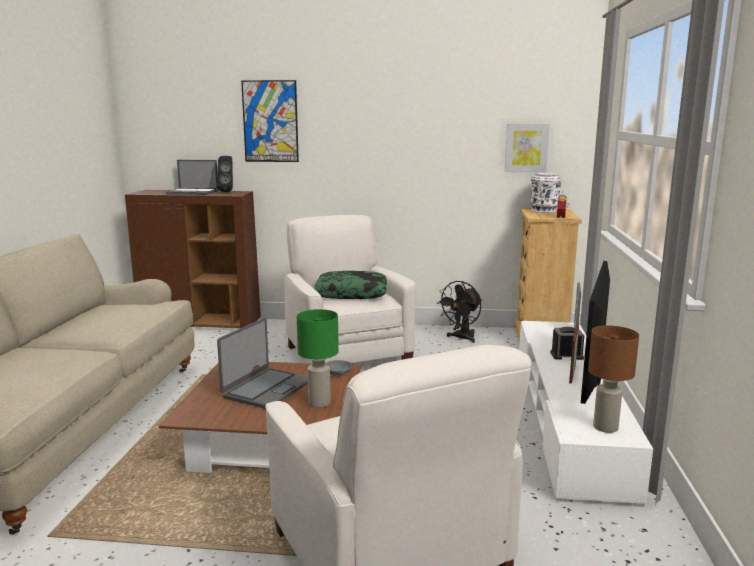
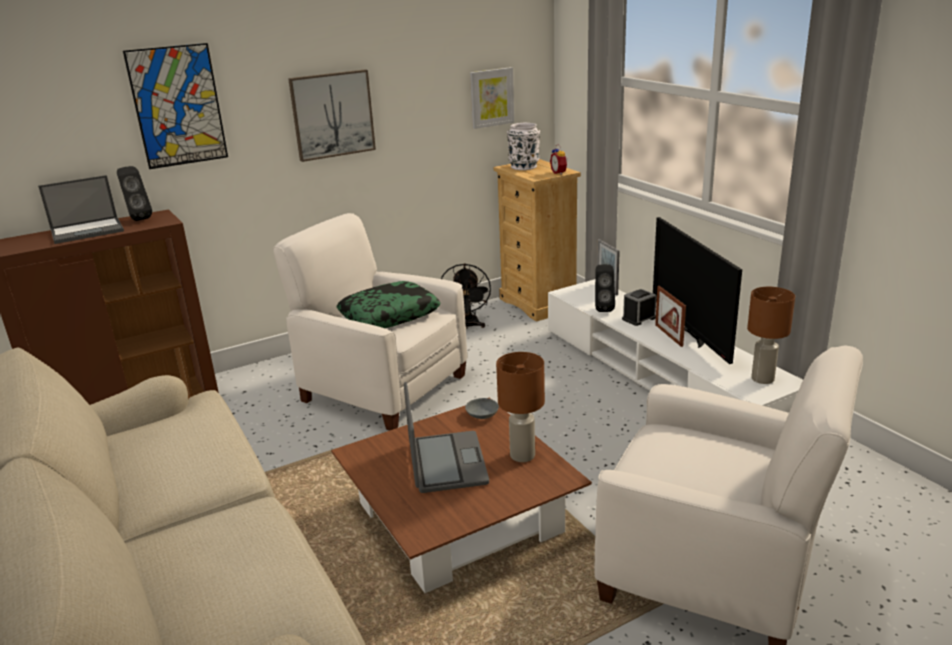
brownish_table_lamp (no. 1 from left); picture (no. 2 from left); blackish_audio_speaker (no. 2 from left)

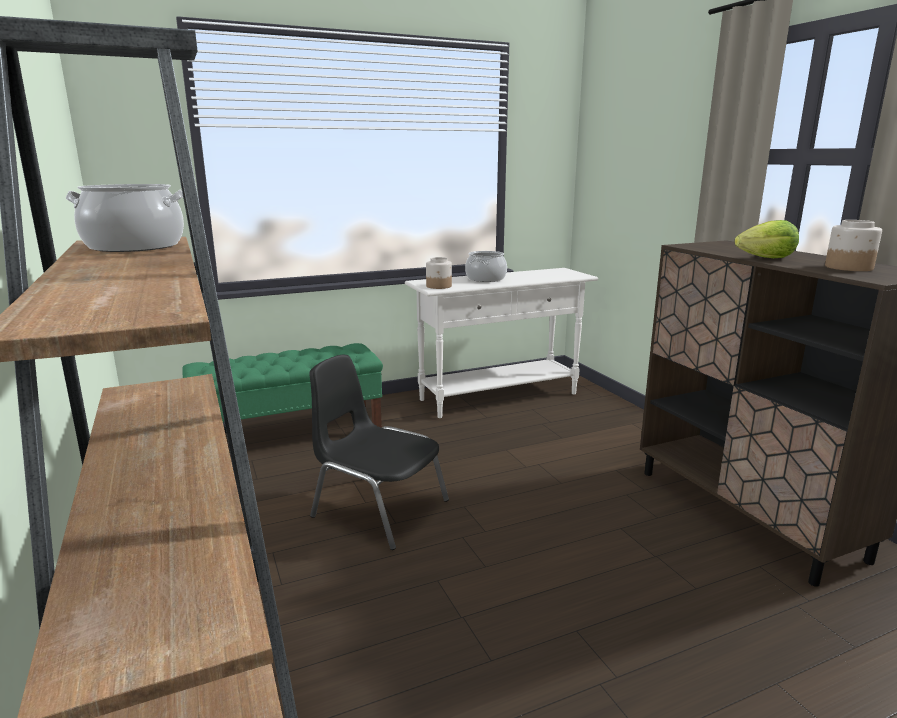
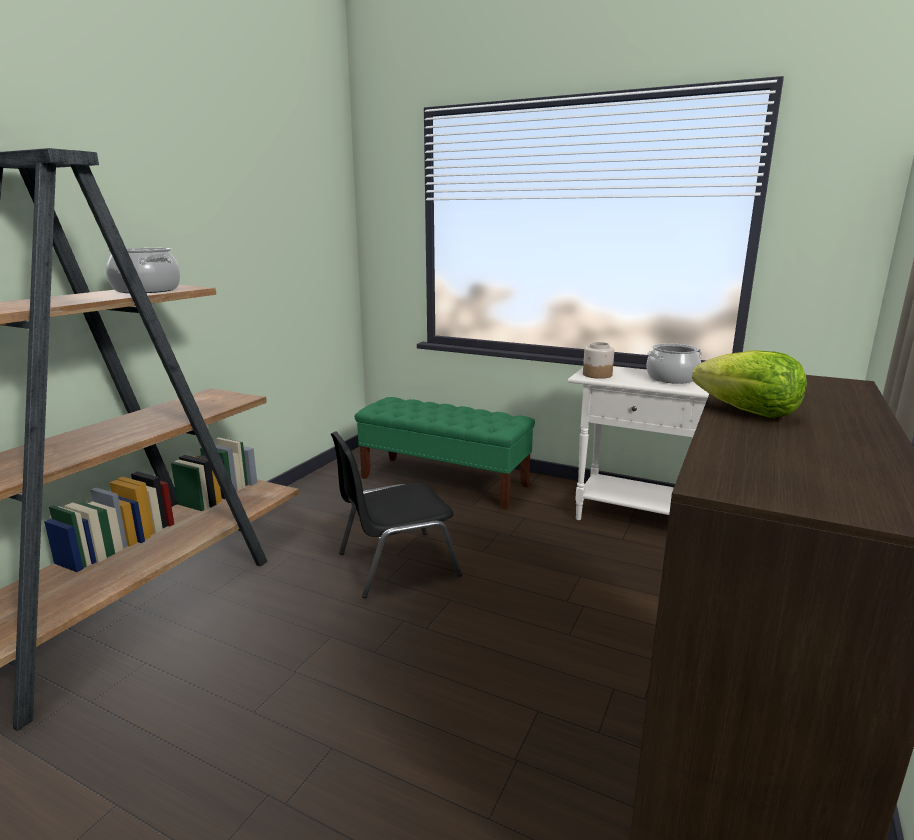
jar (no. 2 from left in the first image); blackish_upright_chair

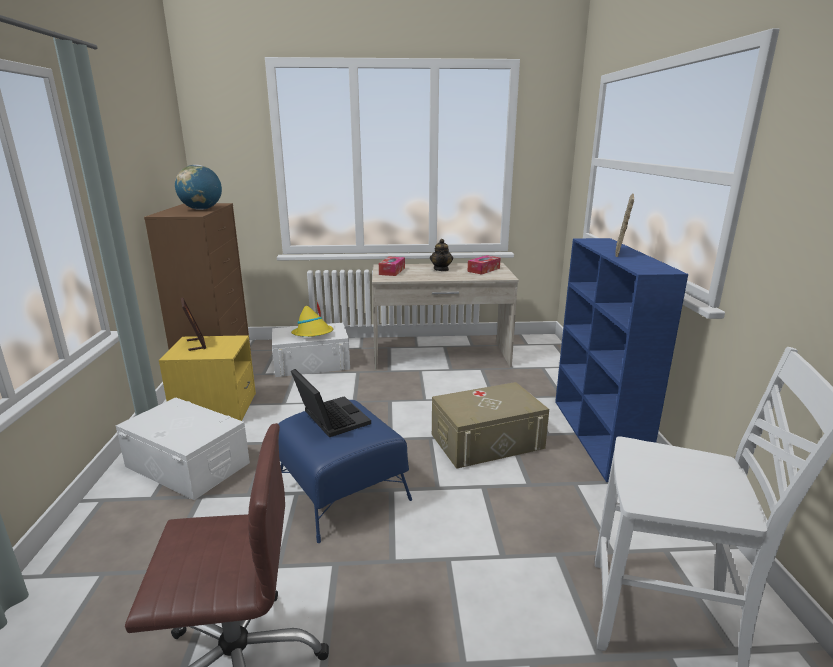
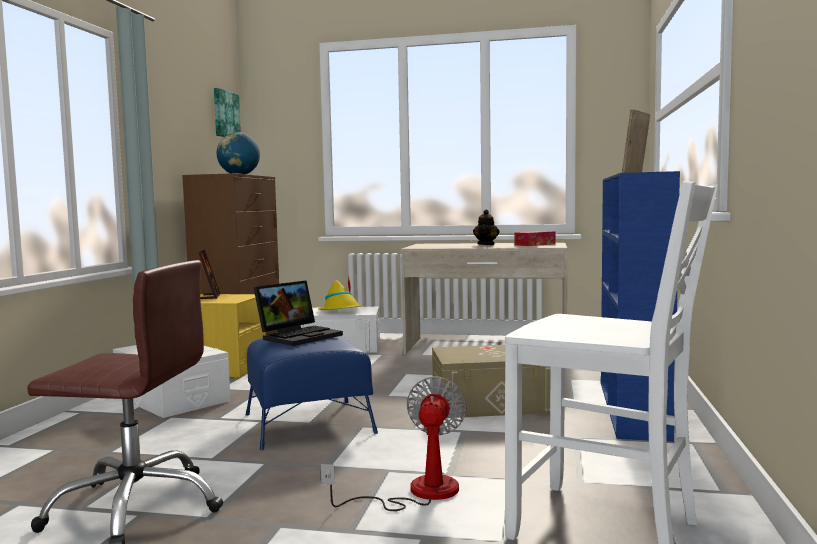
tissue_box (no. 1 from left in the first image); portable_computer; picture; electric_fan

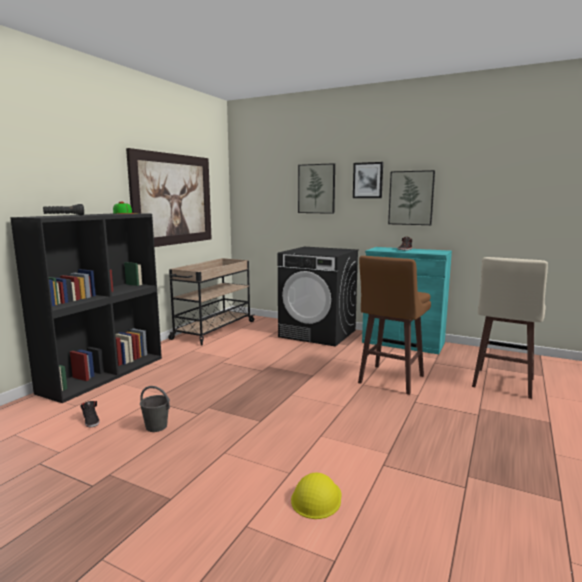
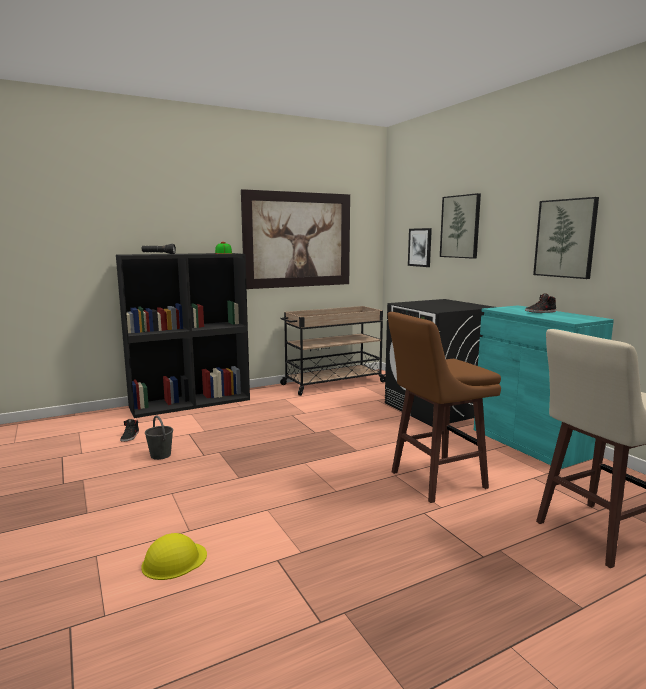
picture (no. 2 from left)

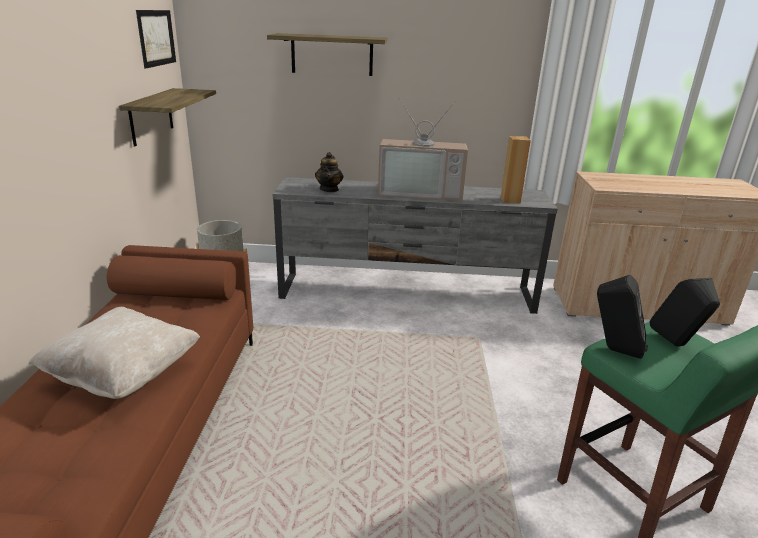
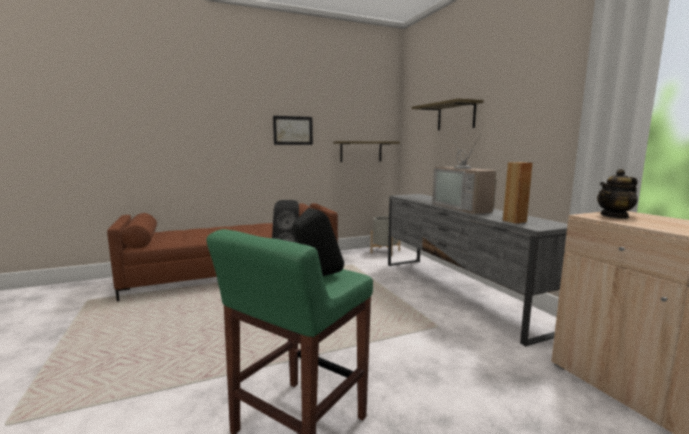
picture; teapot; beige-coloured_cushion

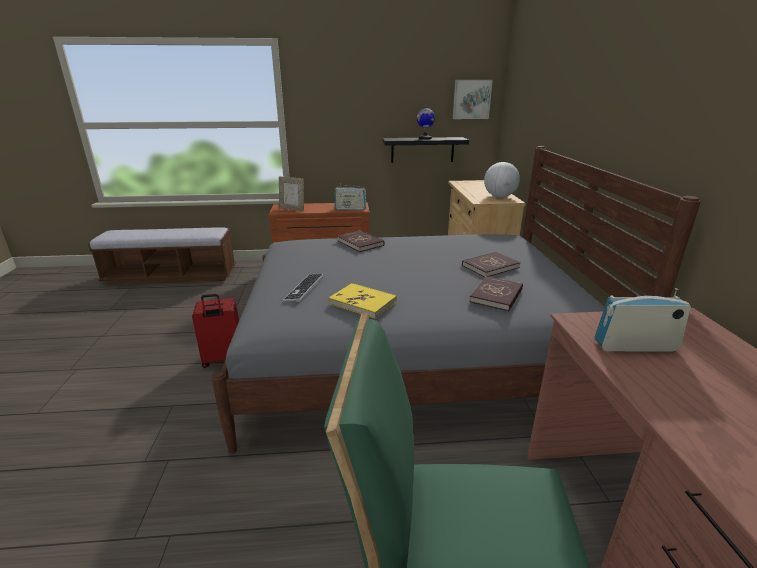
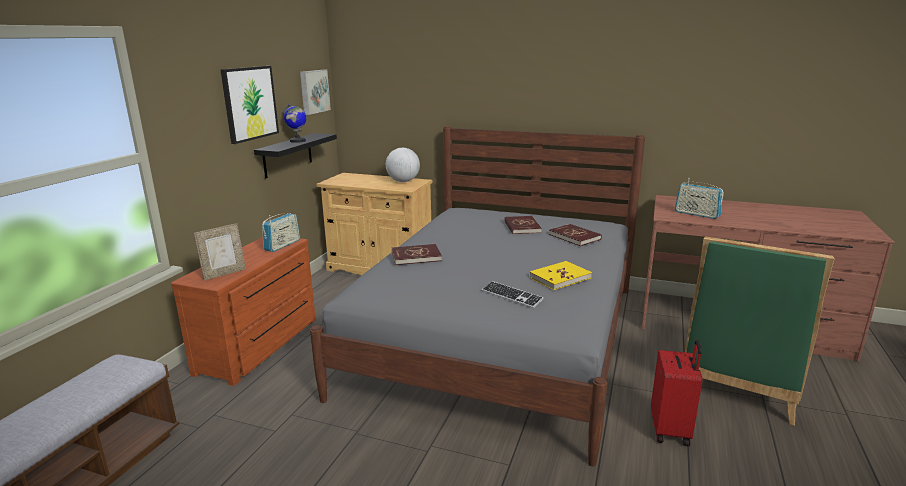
radio (no. 2 from left); reddish_suitcase; picture (no. 1 from left)

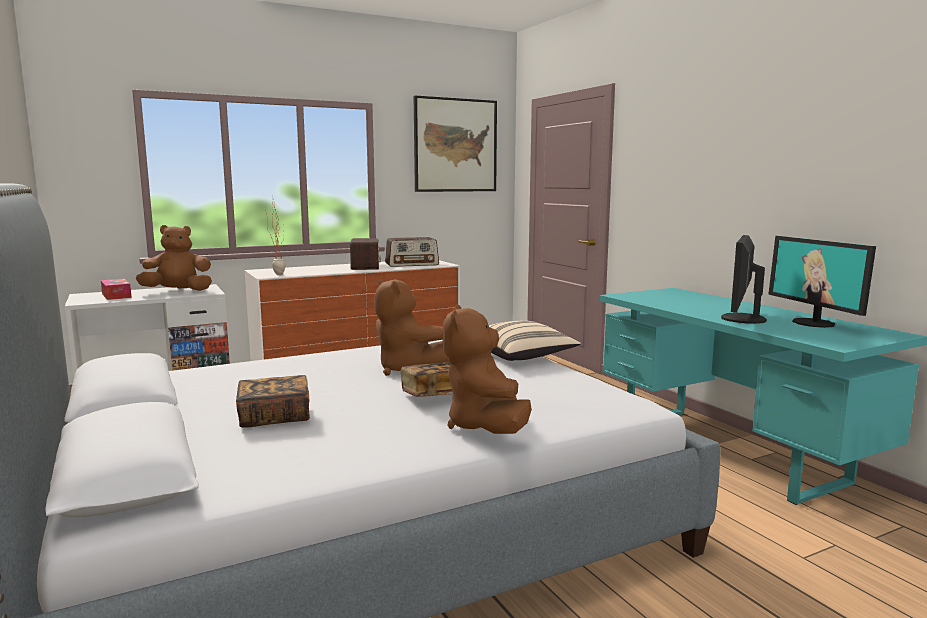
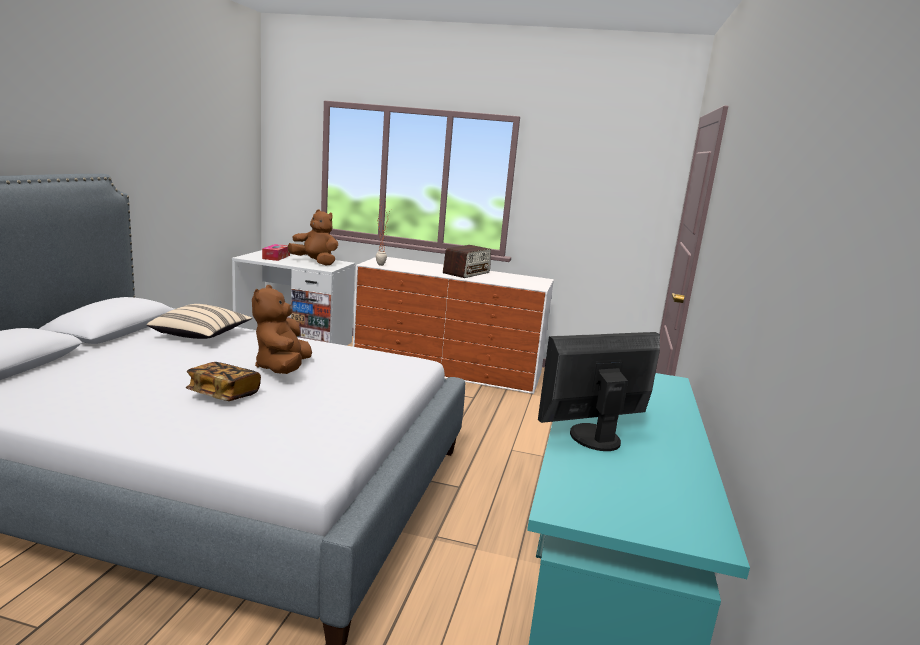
picture; monitor (no. 2 from left in the first image); radio (no. 2 from left in the first image); brownish_cuddly_toy (no. 3 from left in the first image); beige-coloured_cushion; bound_book (no. 1 from left in the first image)

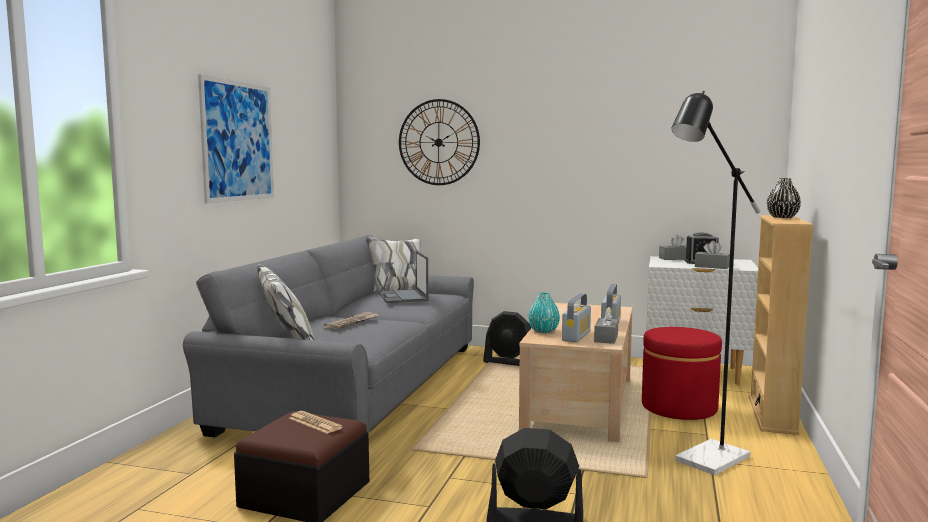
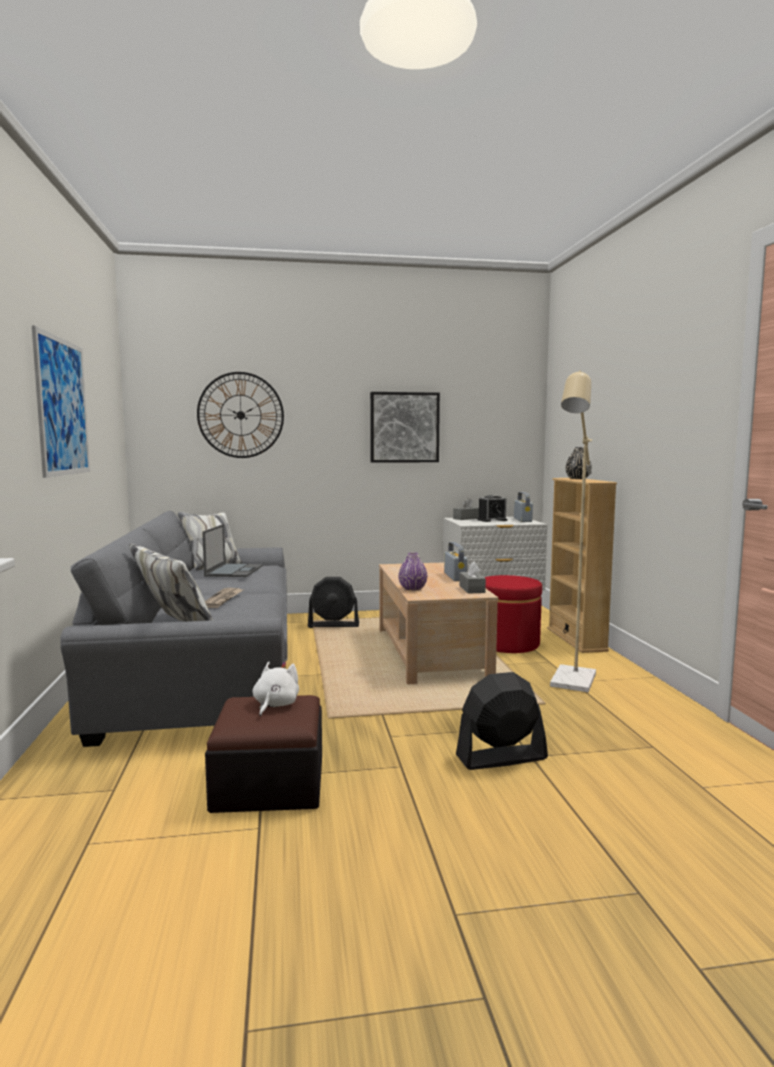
beige-coloured_standard_lamp; greyish_tissue_box (no. 3 from left in the first image); portable_computer; purplish_decorative_vase; radio (no. 2 from left); white-coloured_cuddly_toy; picture (no. 2 from left)

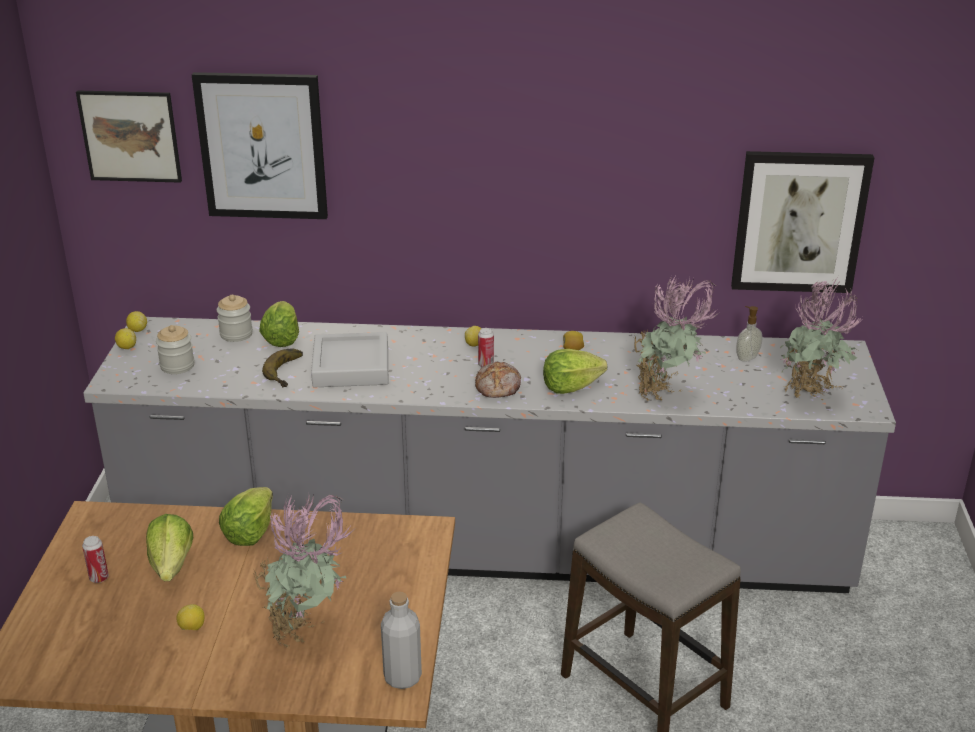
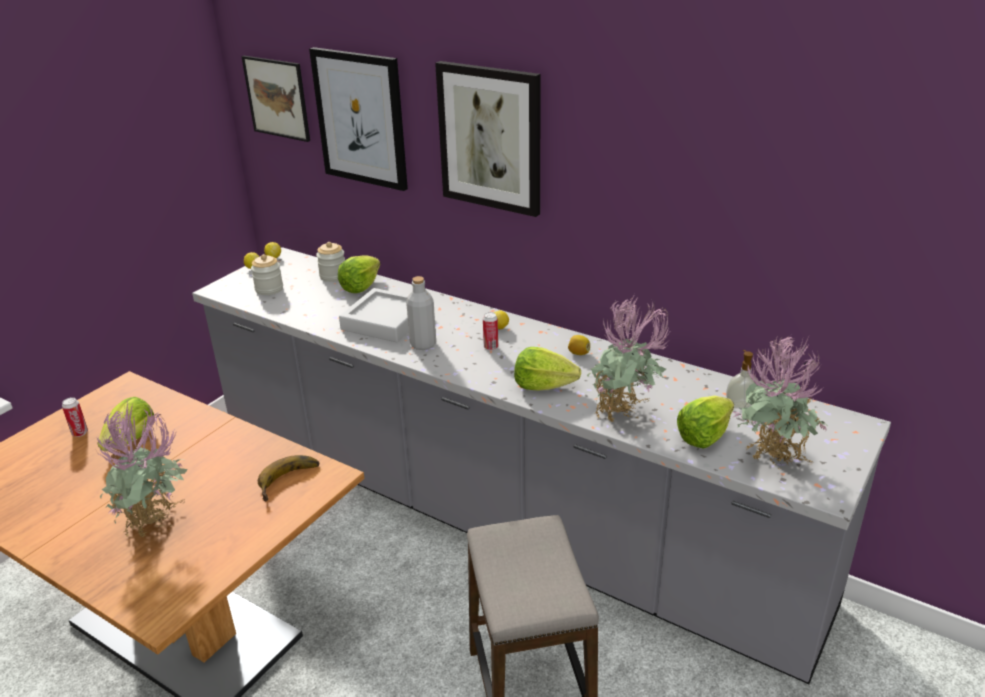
picture (no. 3 from left); whole_banana; baked_bread; head_of_lettuce (no. 4 from left); greyish_bottle; whole_lemon (no. 3 from left in the first image)

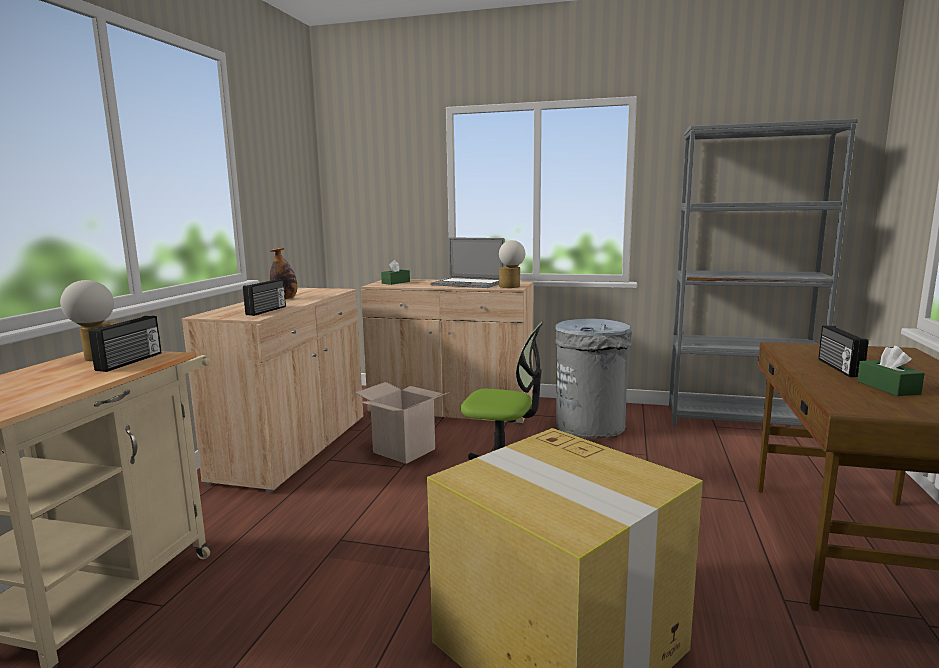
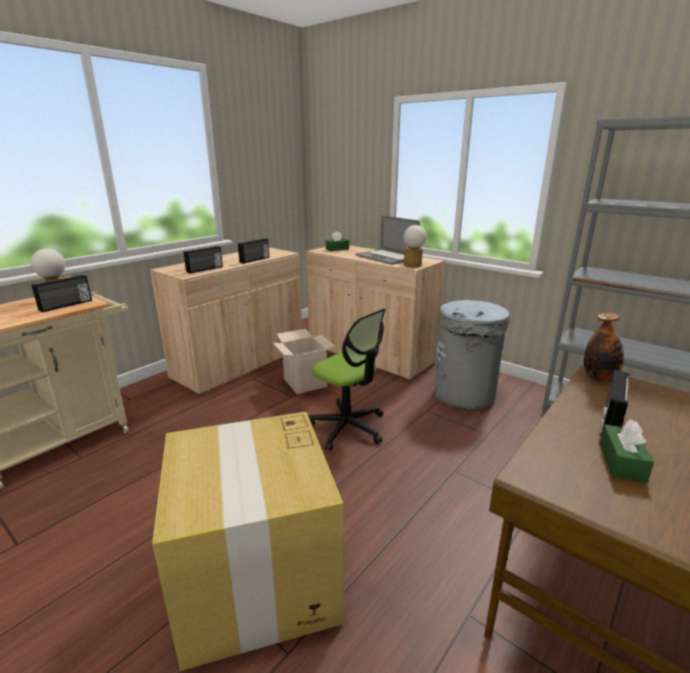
bottle; radio (no. 3 from left)

